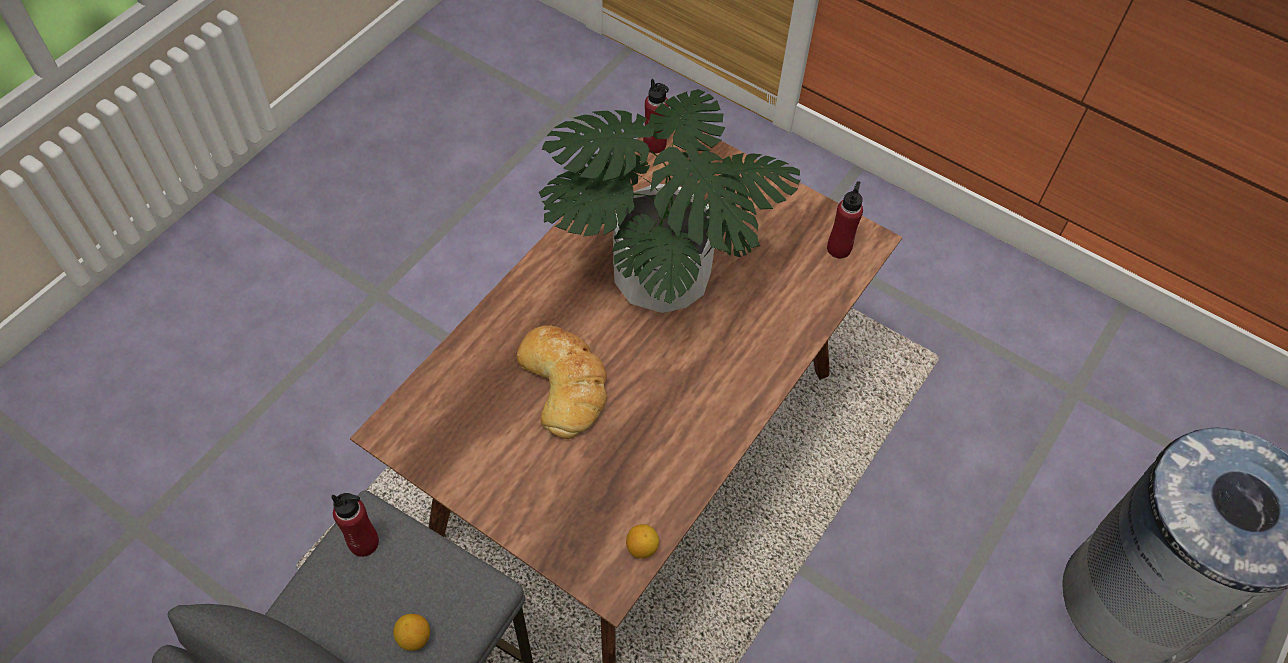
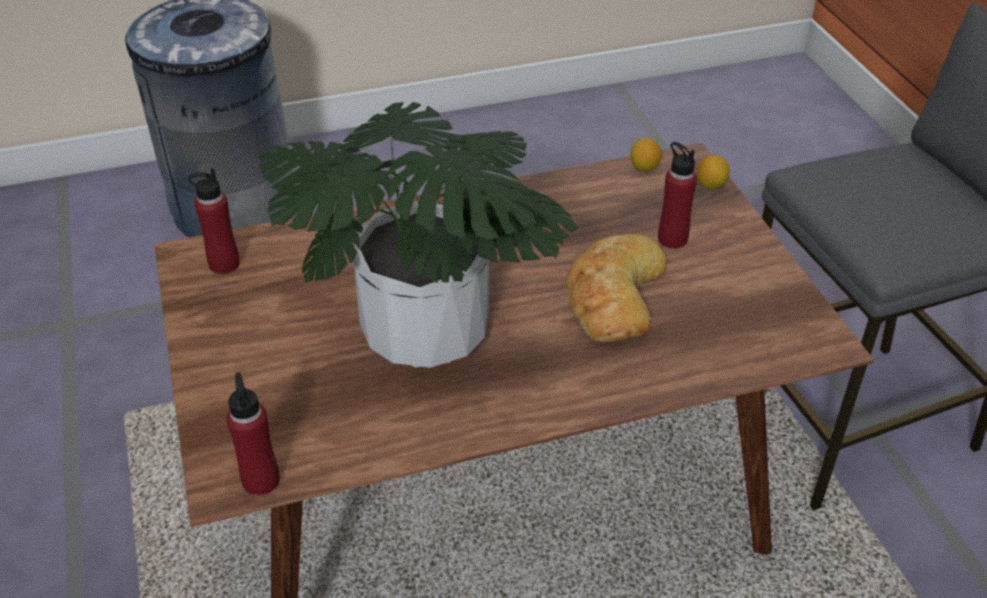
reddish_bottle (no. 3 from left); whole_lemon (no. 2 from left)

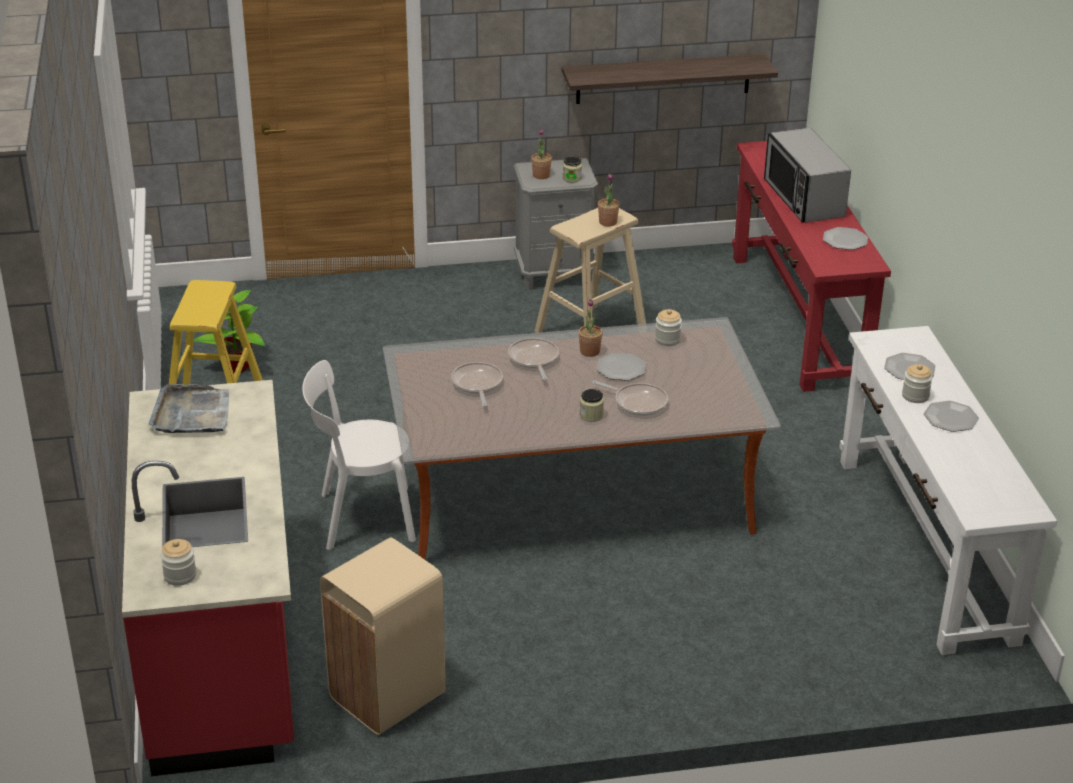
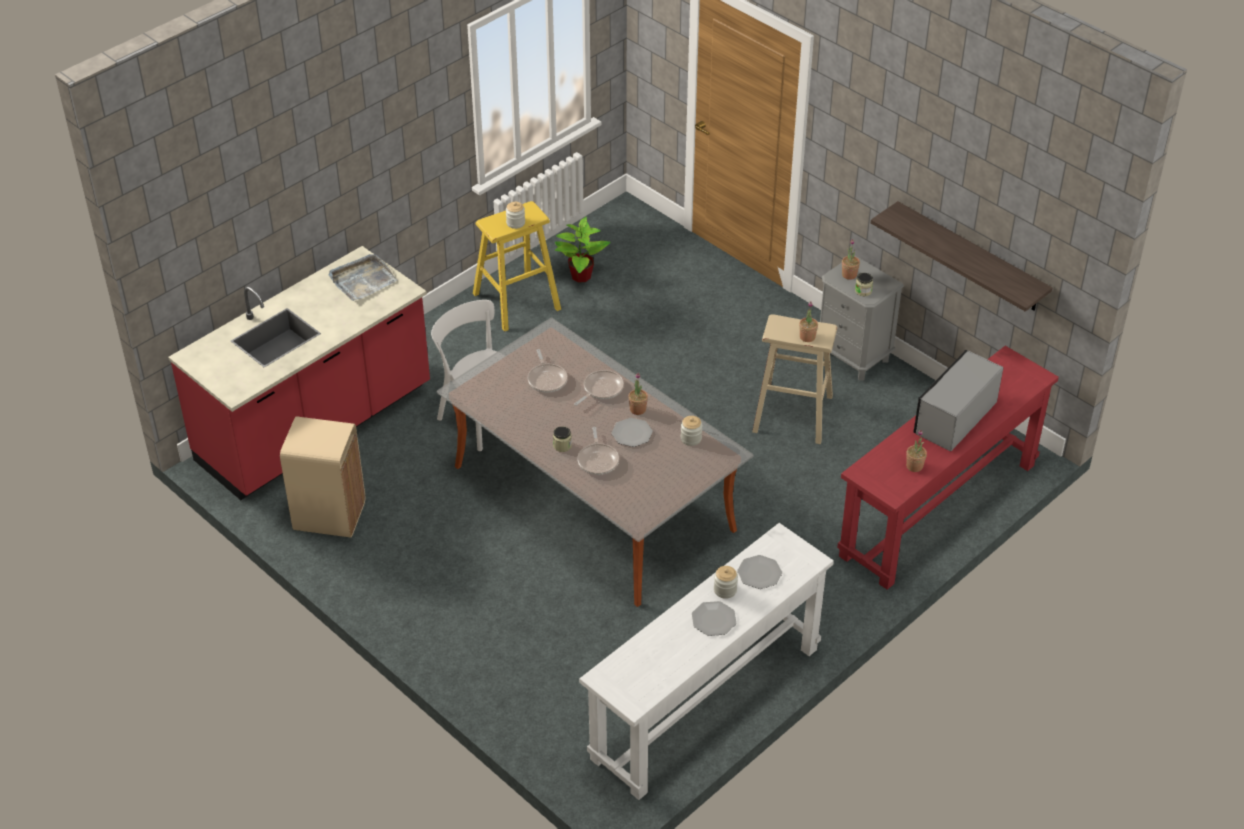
houseplant (no. 5 from left); frying_pan (no. 1 from left); jar (no. 1 from left)

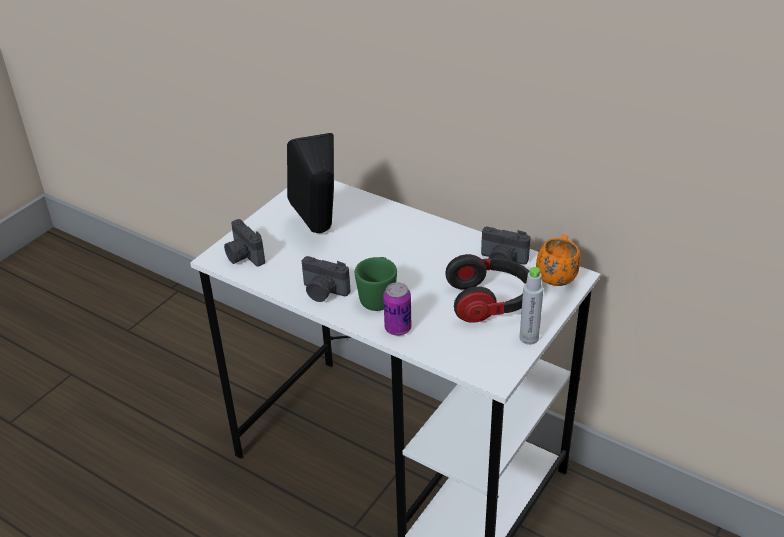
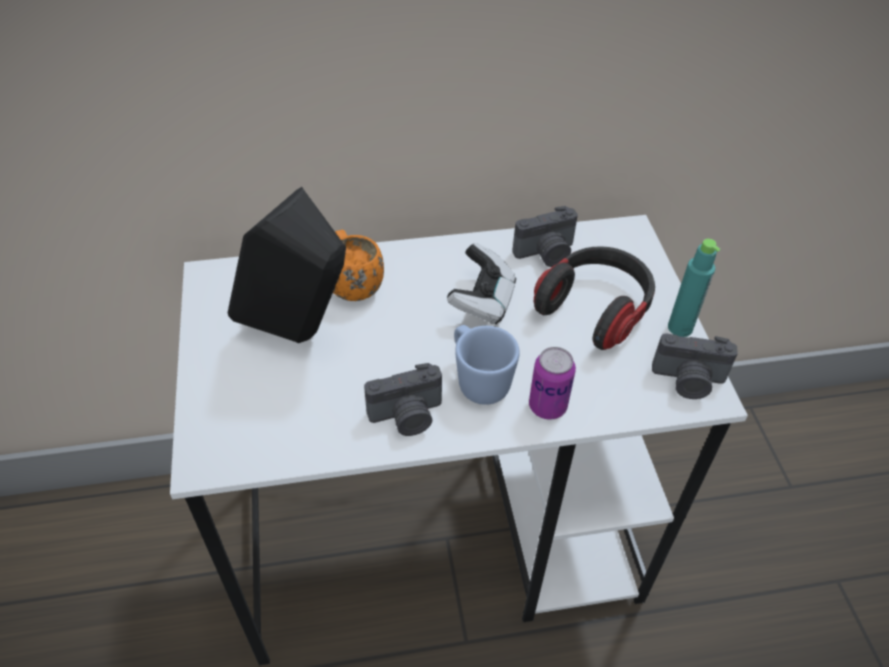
still_camera (no. 3 from left); orangey_tea_mug; bluish_tea_mug; turquoise_bottle; joypad

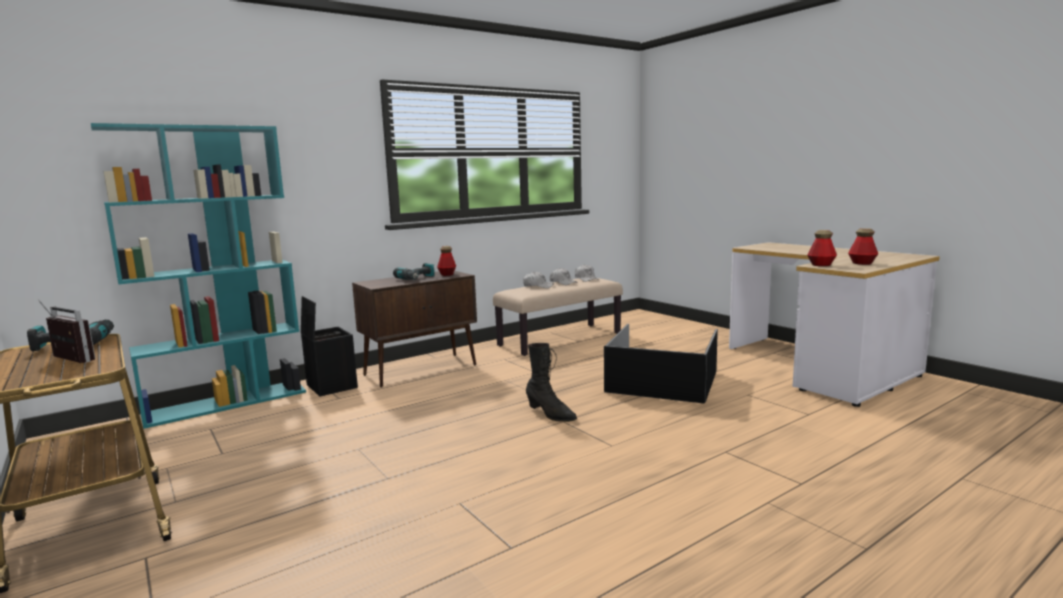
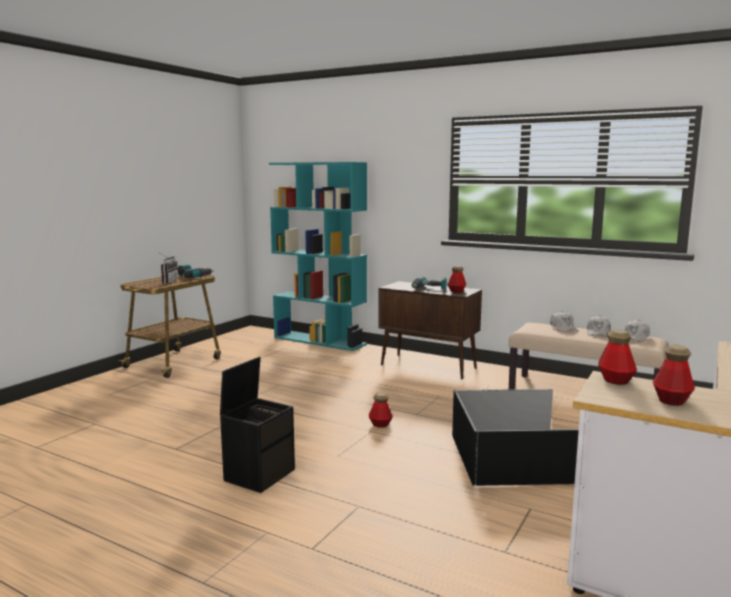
blackish_storage_bin (no. 1 from left); bottle (no. 1 from left)

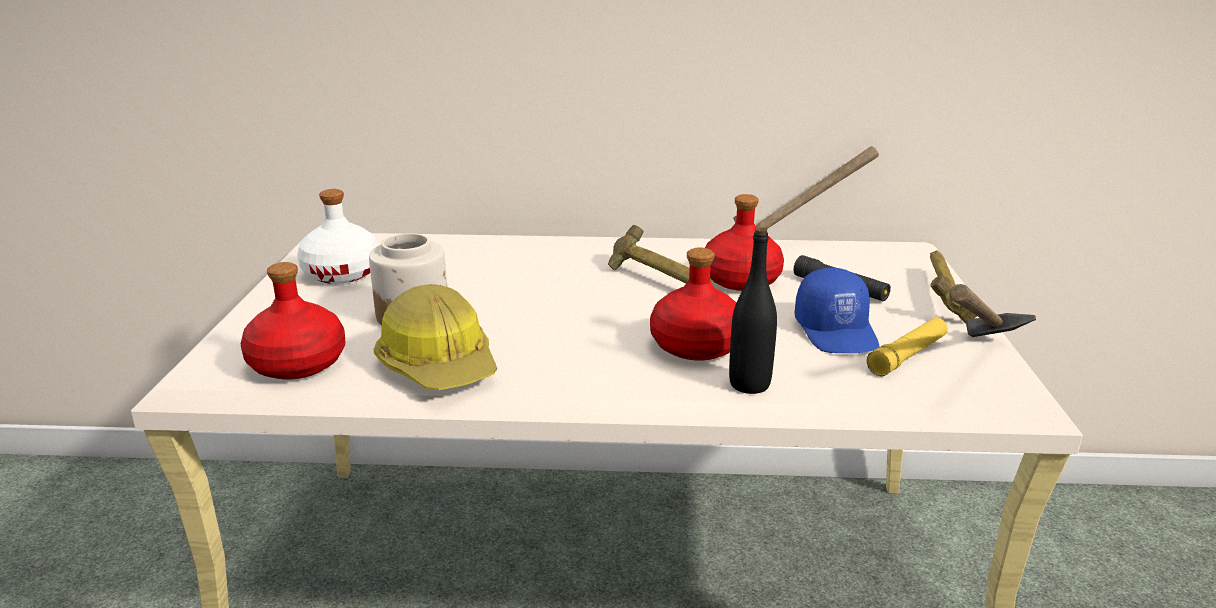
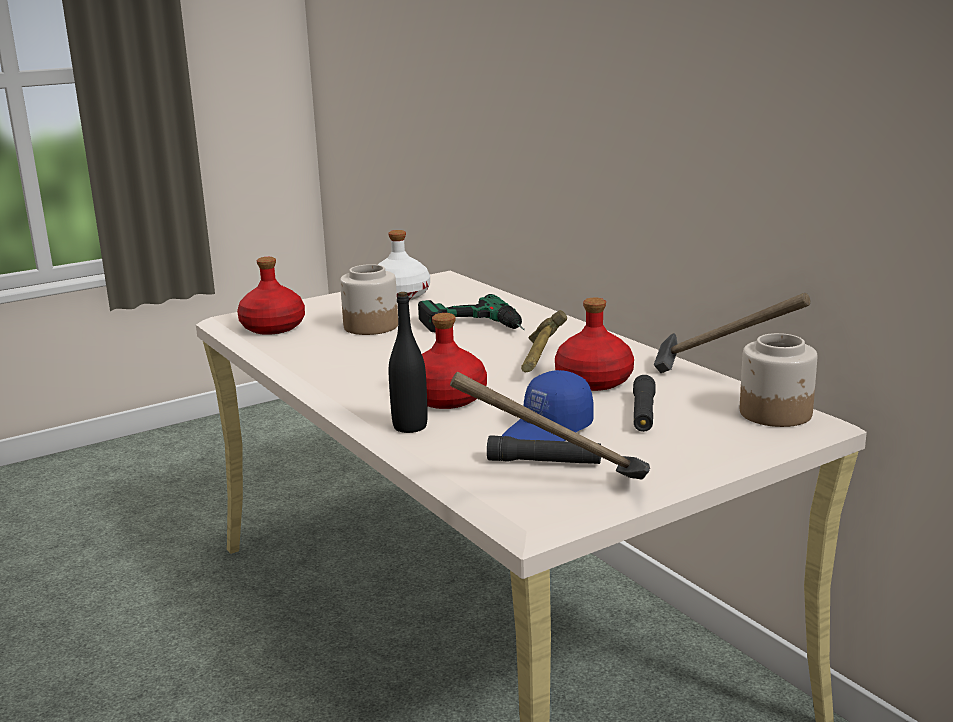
hand_hammer (no. 3 from left in the first image); safety_helmet; blackish_torch (no. 1 from left); electric_drill; jar (no. 2 from left)

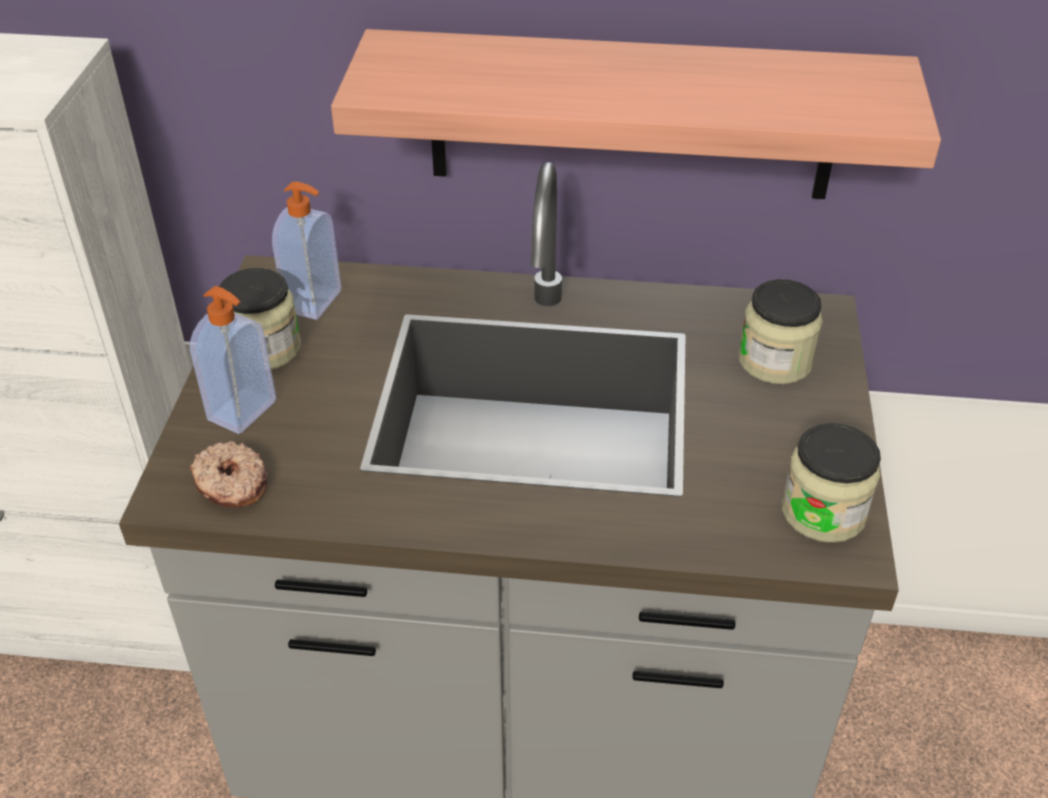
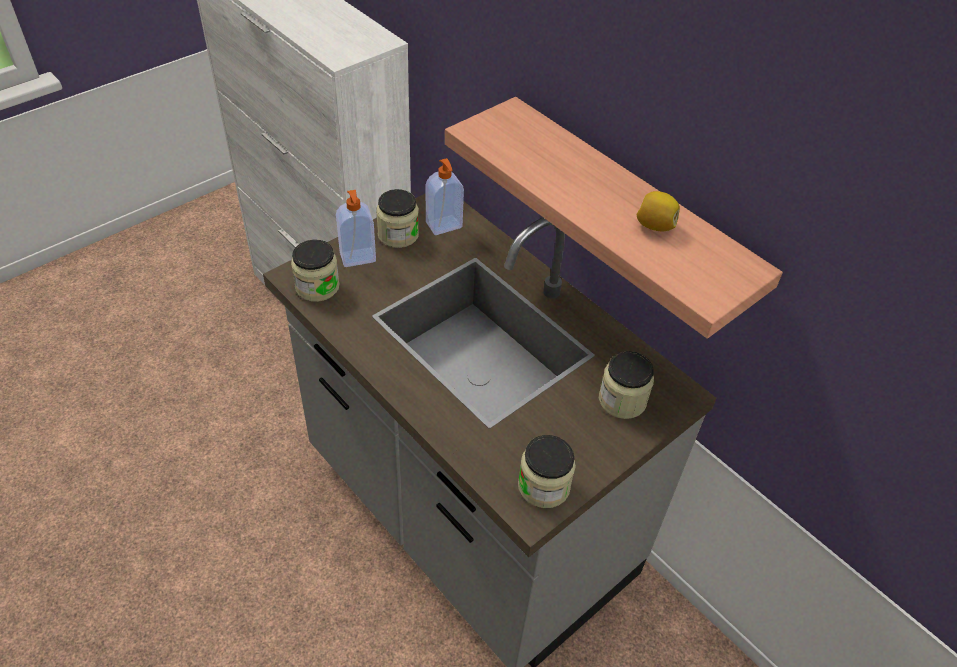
jar (no. 1 from left); whole_lemon

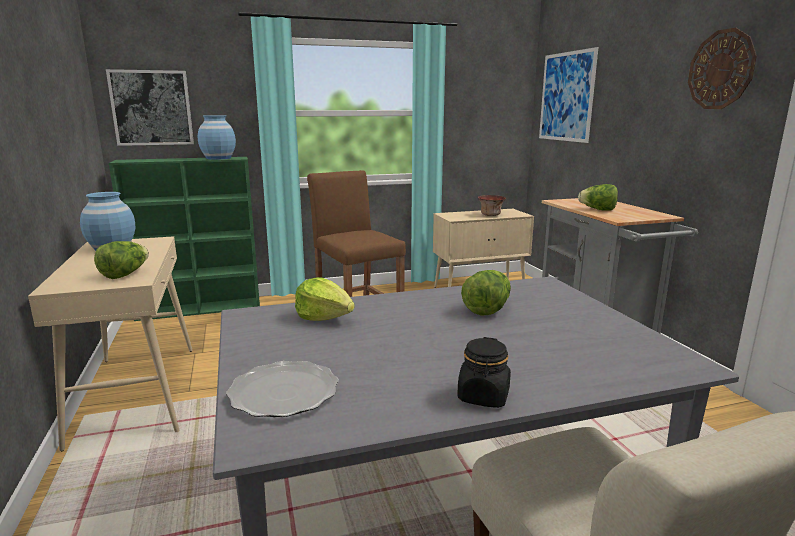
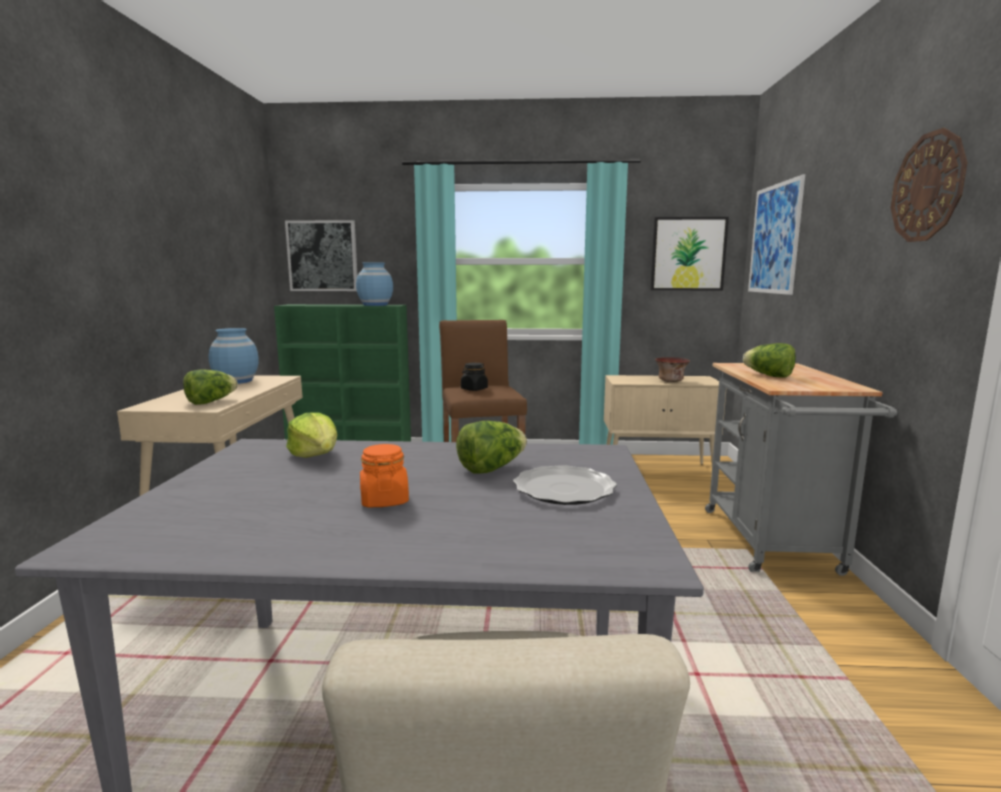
blackish_jar; dinner_plate; picture (no. 2 from left); orangey_jar

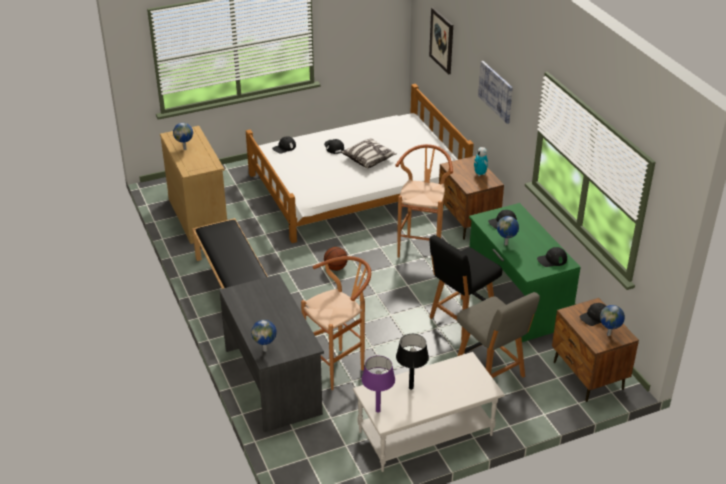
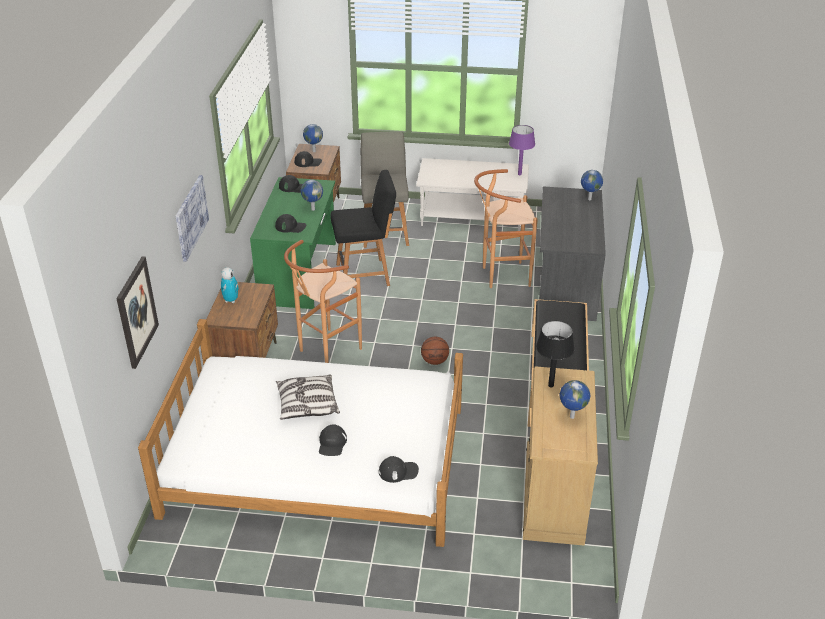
blackish_table_lamp

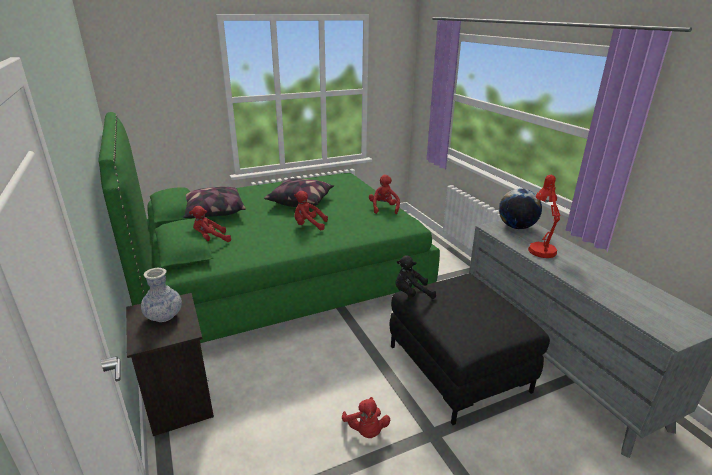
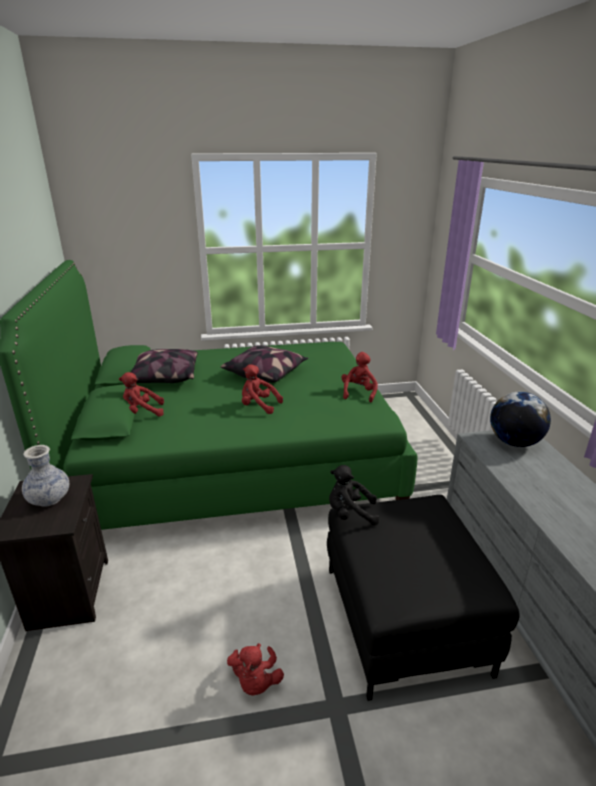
reddish_table_lamp

